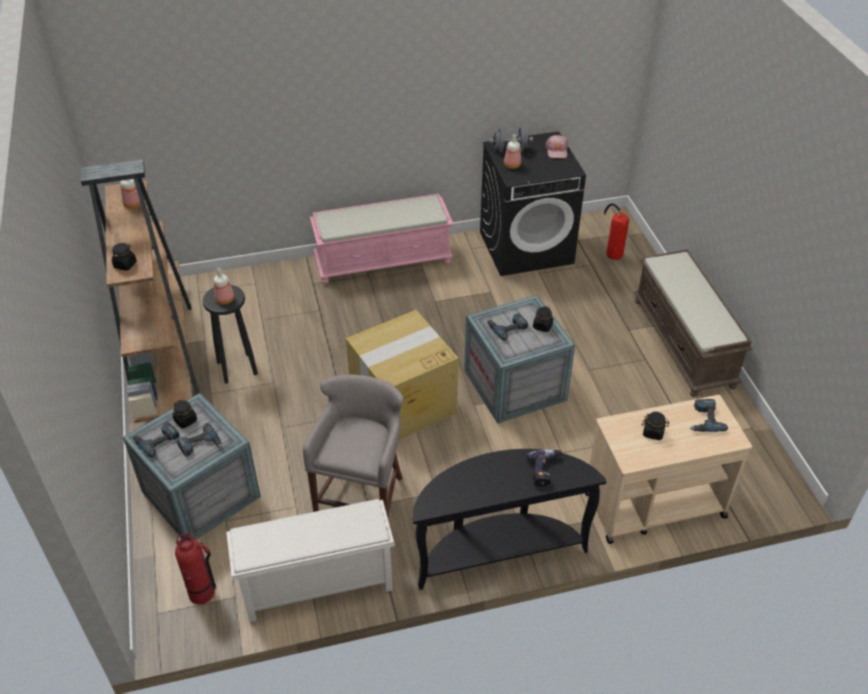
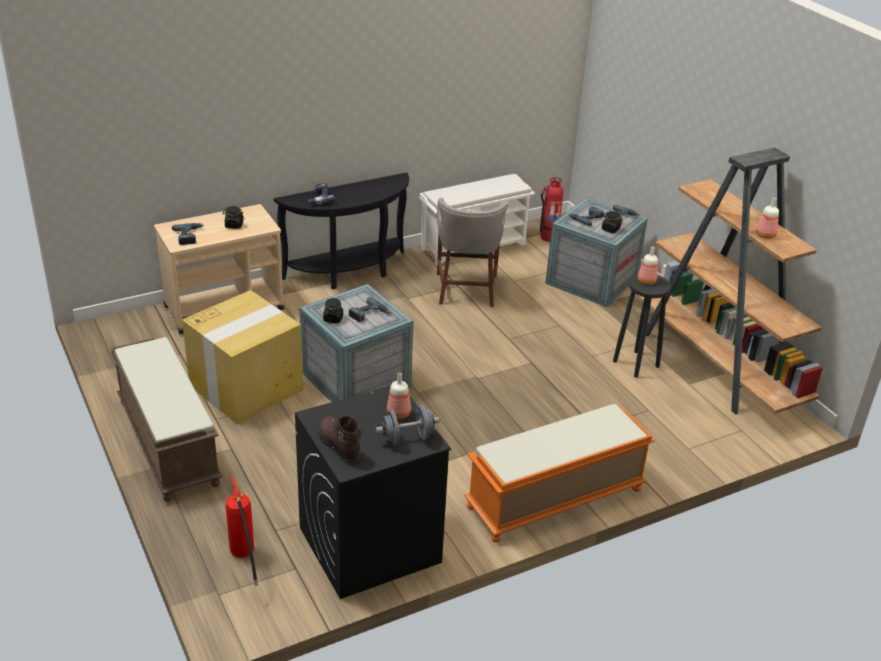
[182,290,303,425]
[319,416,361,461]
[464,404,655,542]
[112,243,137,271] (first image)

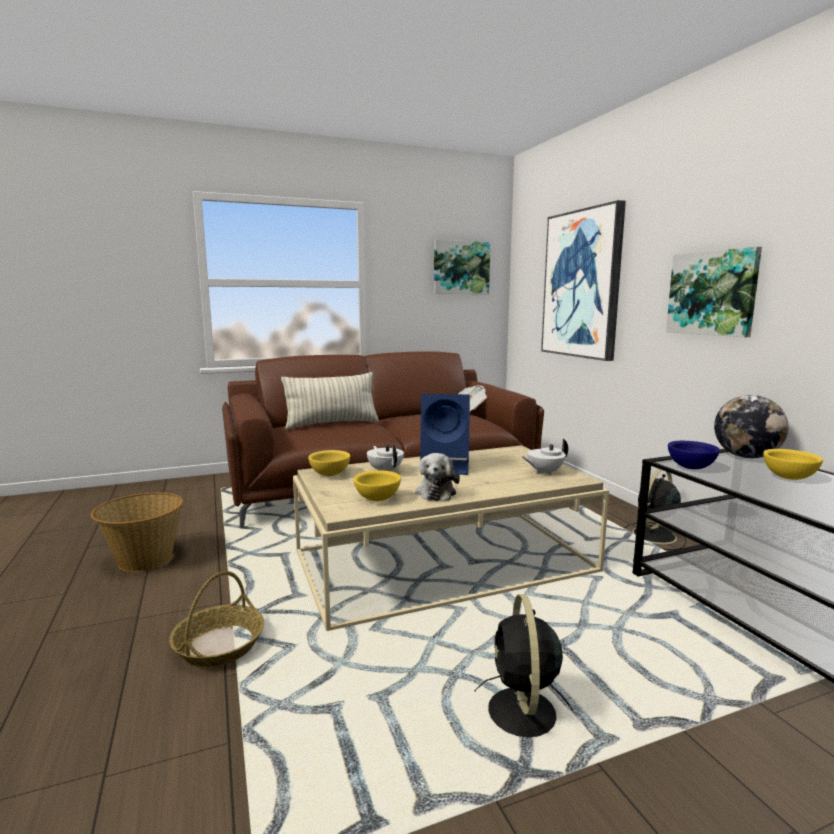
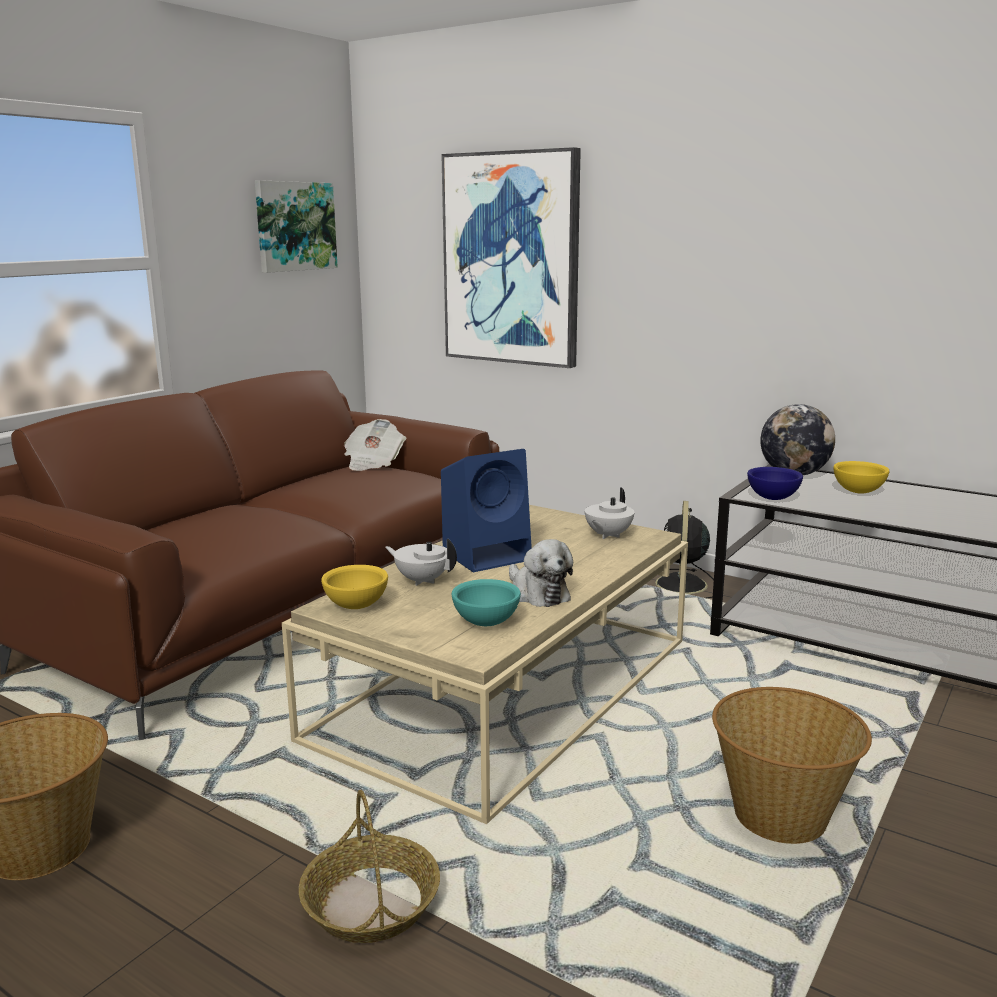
[452,579,521,626]
[712,687,872,844]
[281,372,379,430] (first image)
[666,247,762,337] (first image)

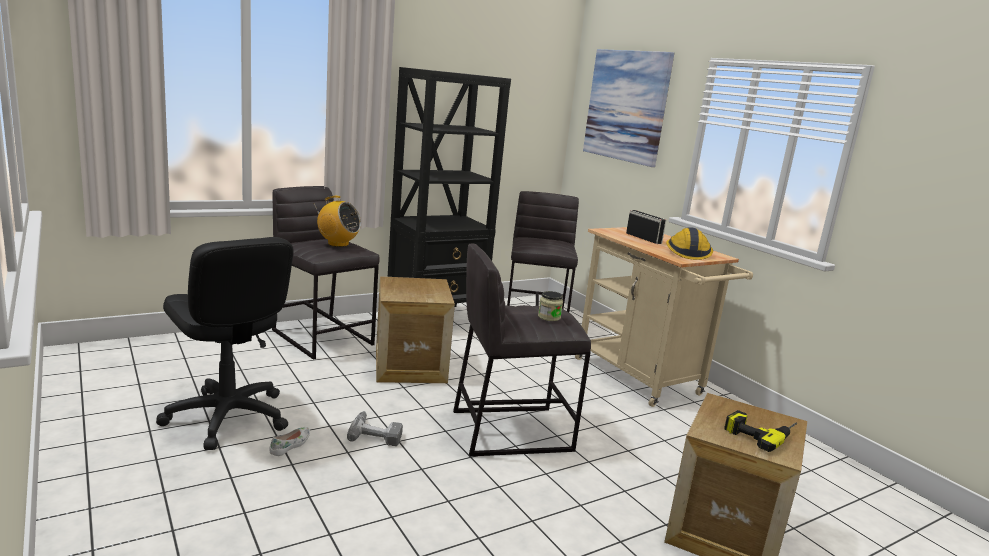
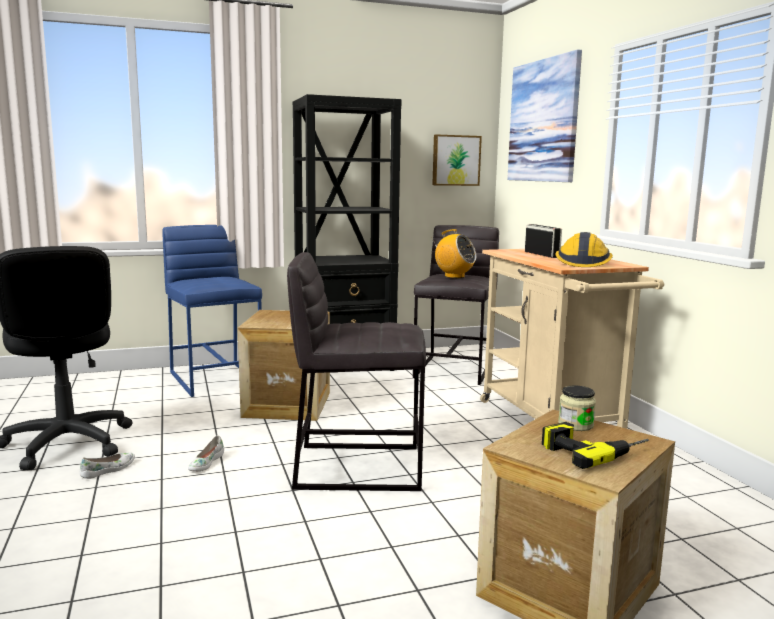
[162,225,262,397]
[188,435,224,472]
[432,134,482,186]
[432,229,476,278]
[558,385,596,431]

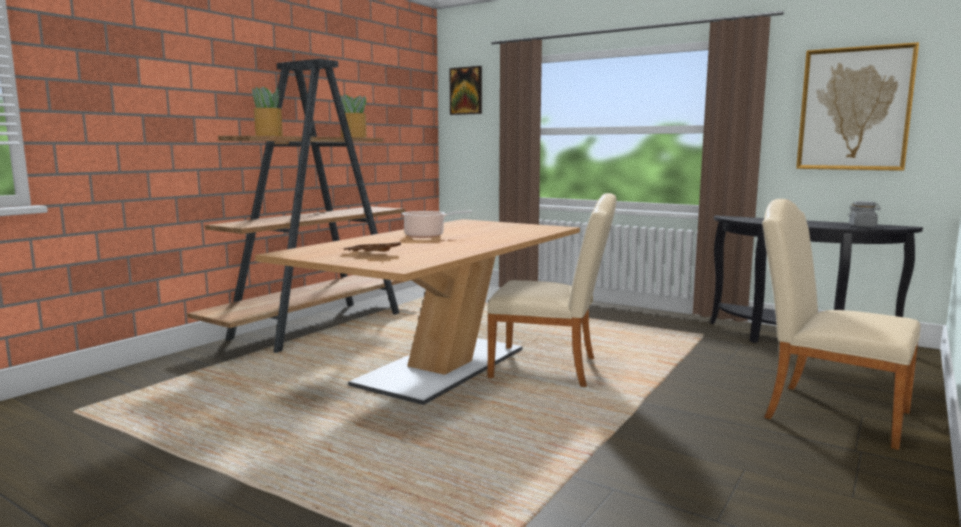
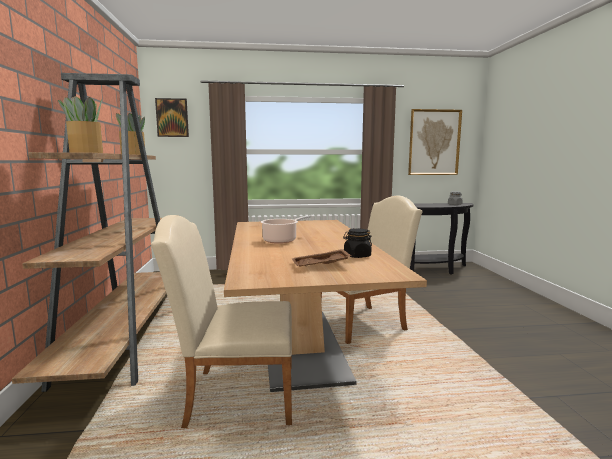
[151,215,292,428]
[343,228,372,258]

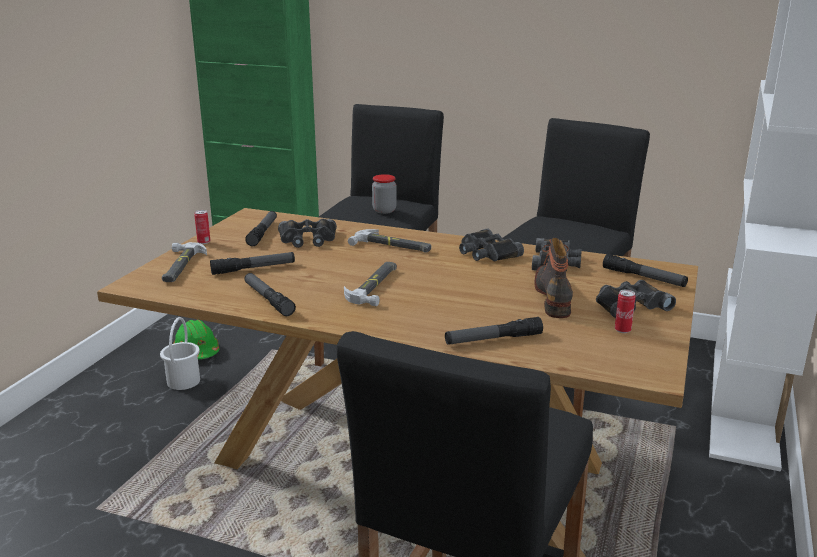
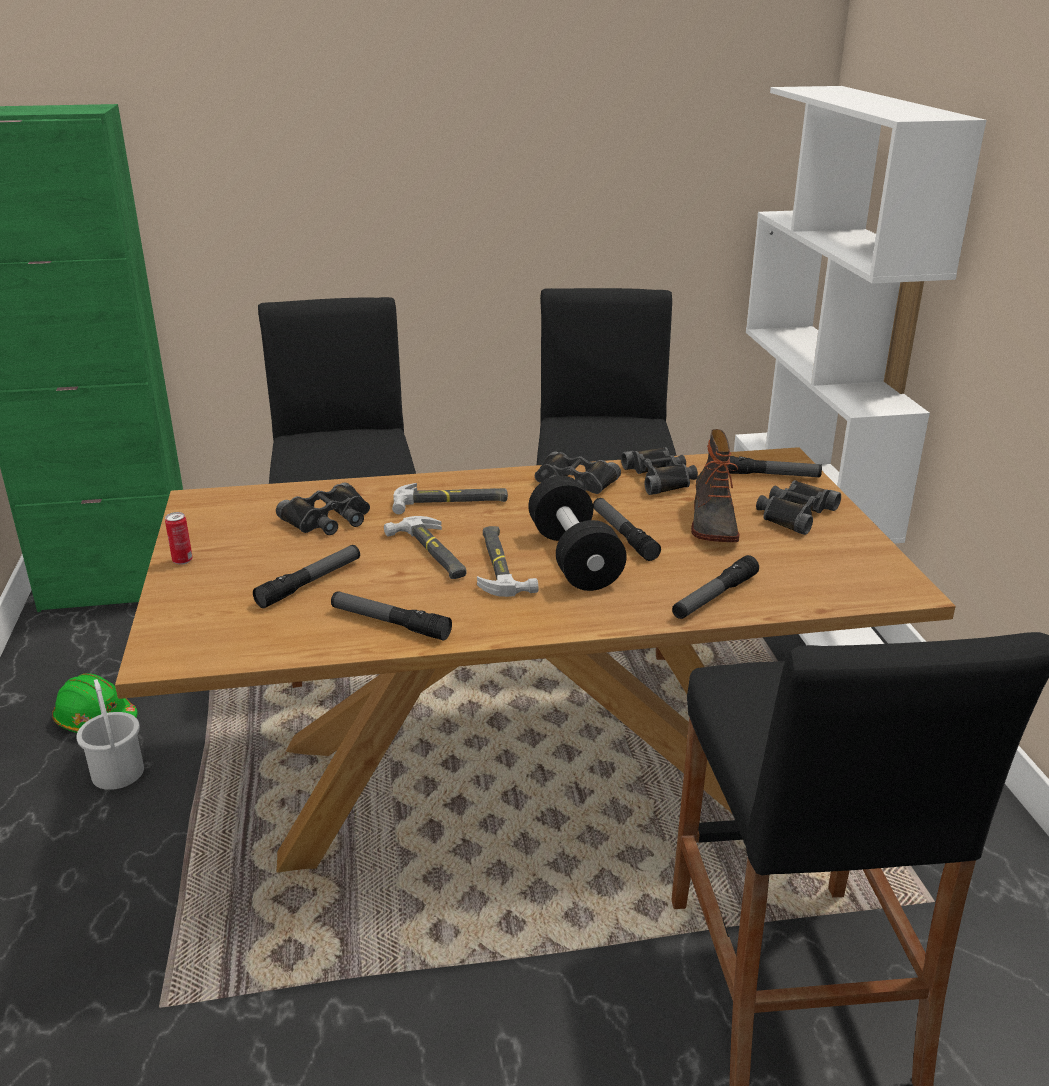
[384,516,467,579]
[528,476,627,591]
[593,498,661,561]
[691,429,739,542]
[372,174,397,214] (first image)
[615,290,636,333] (first image)

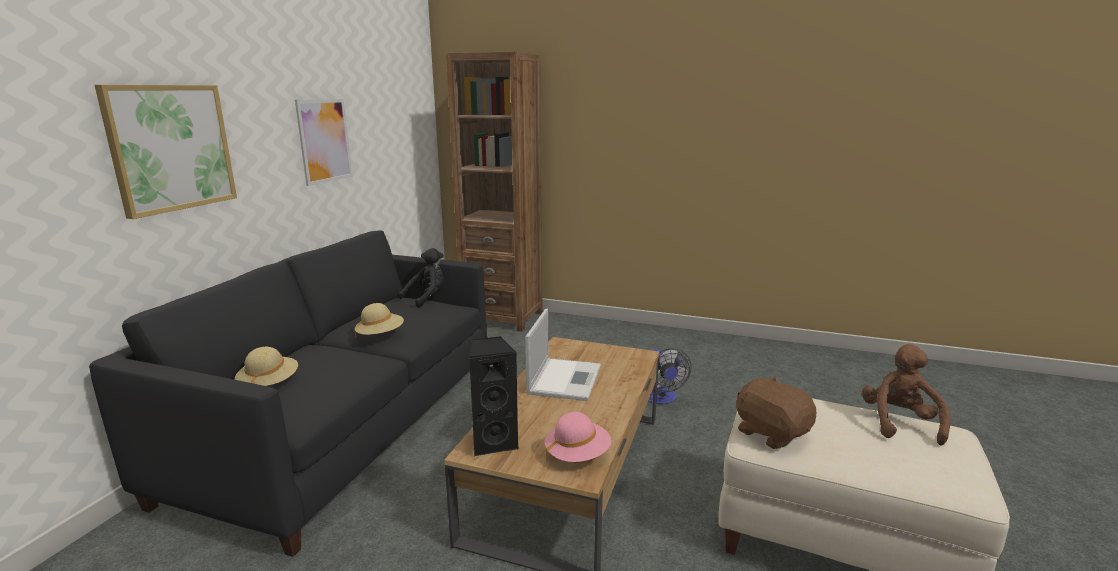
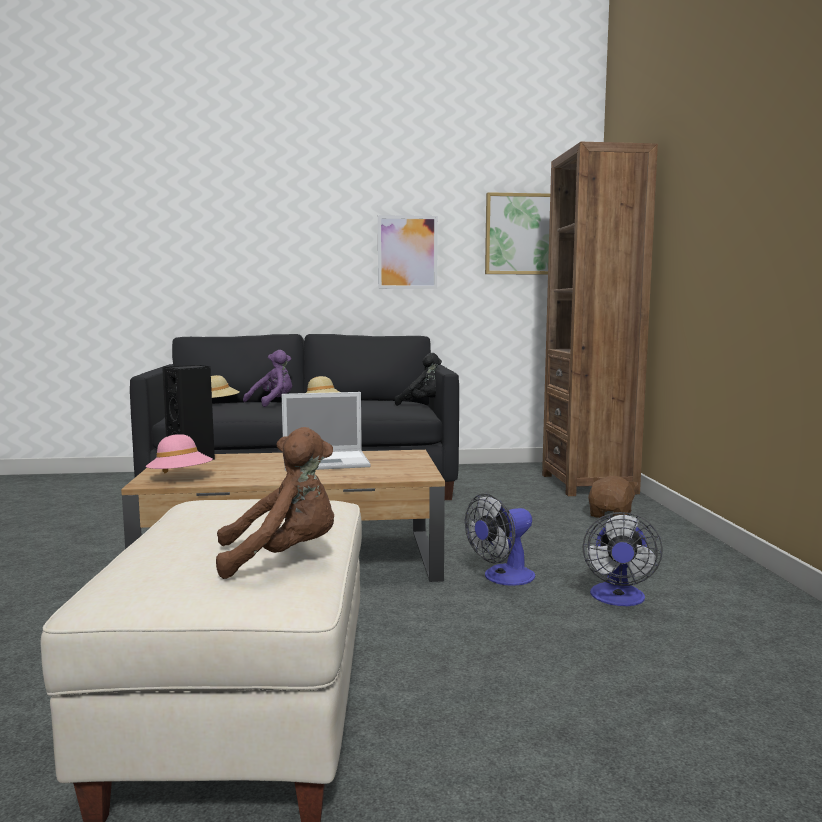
[243,350,292,407]
[485,192,550,275]
[583,512,663,606]
[588,476,638,518]

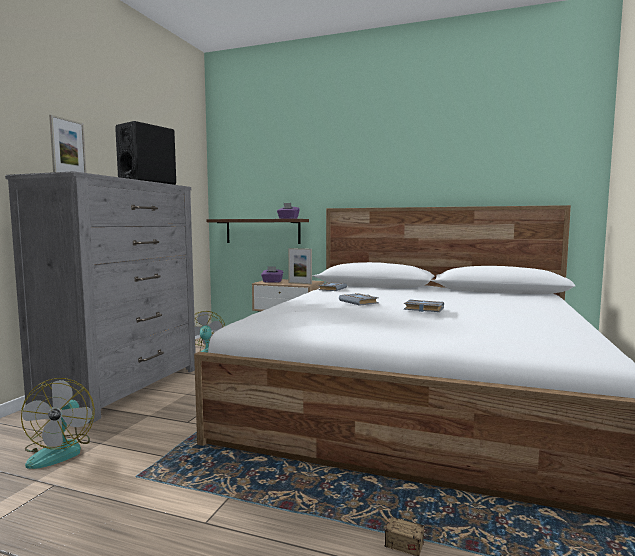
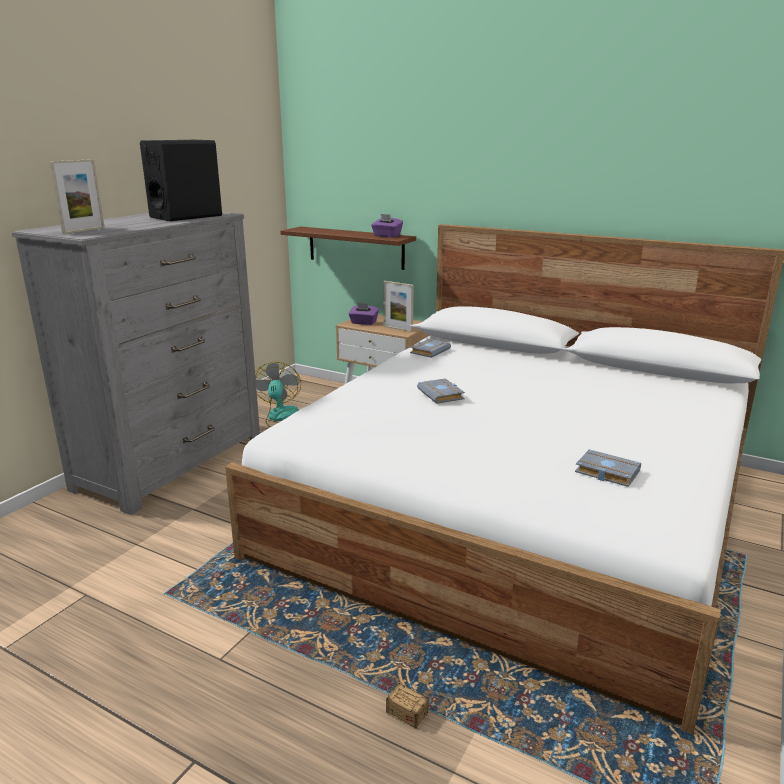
[575,449,641,487]
[21,378,95,469] (first image)

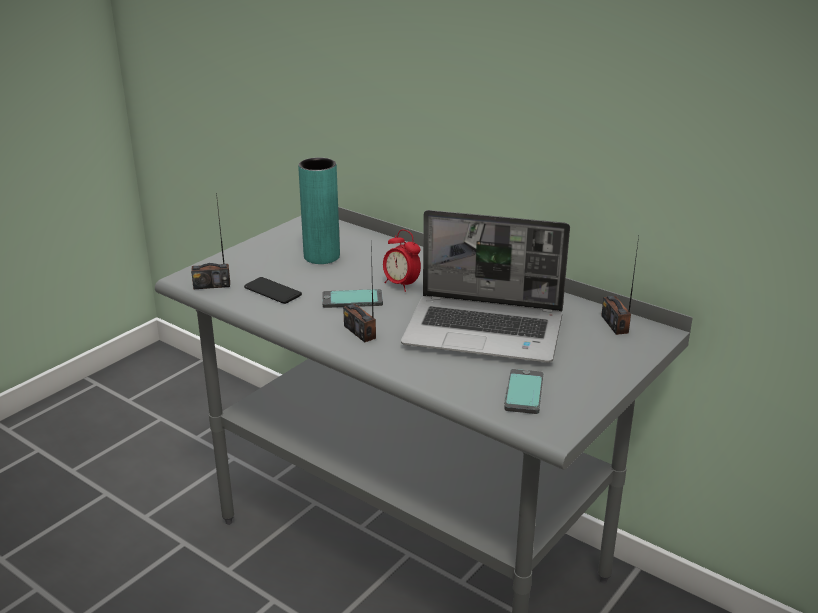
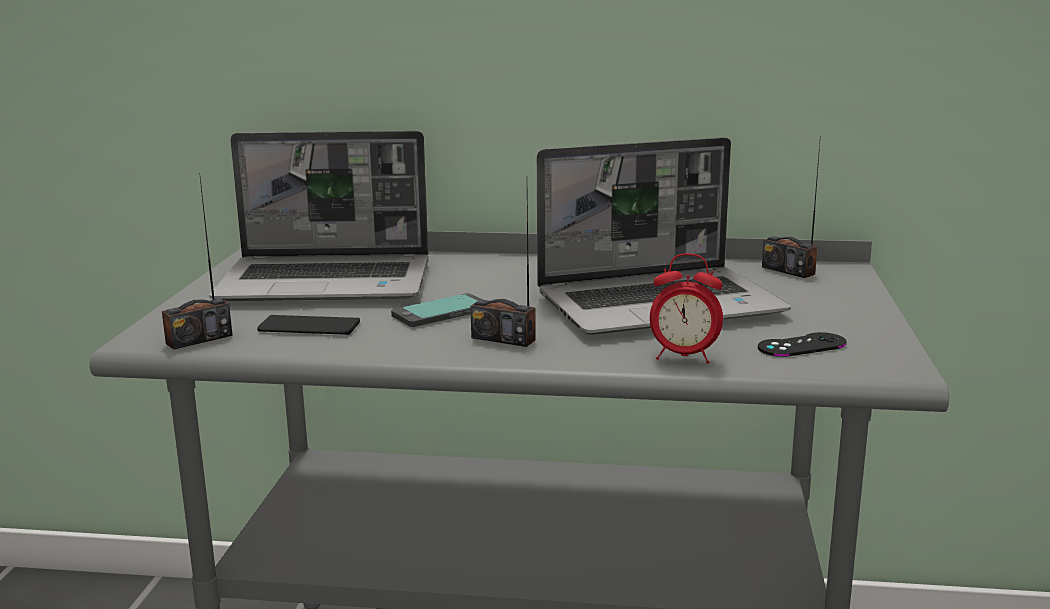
[209,131,428,301]
[650,253,723,364]
[758,332,847,357]

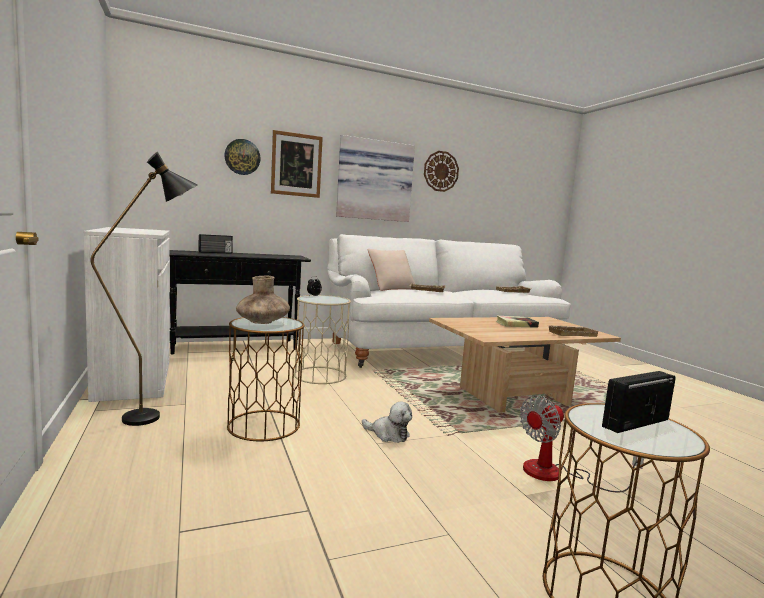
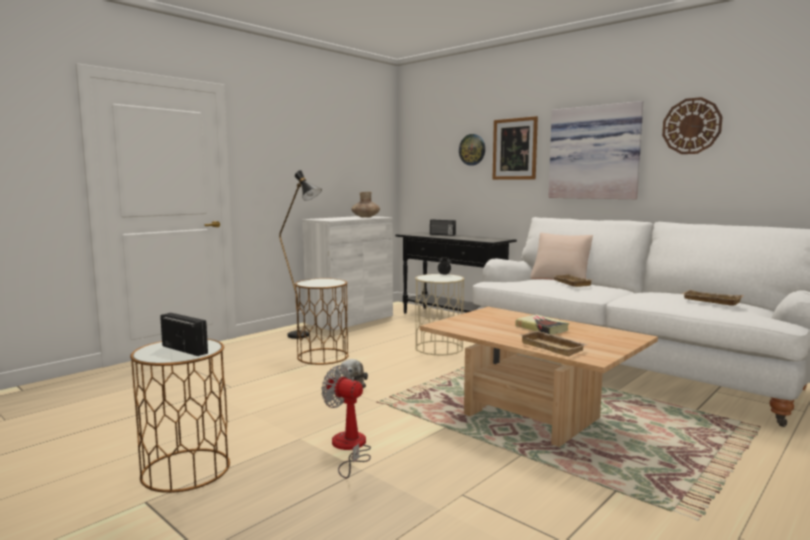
[351,192,380,218]

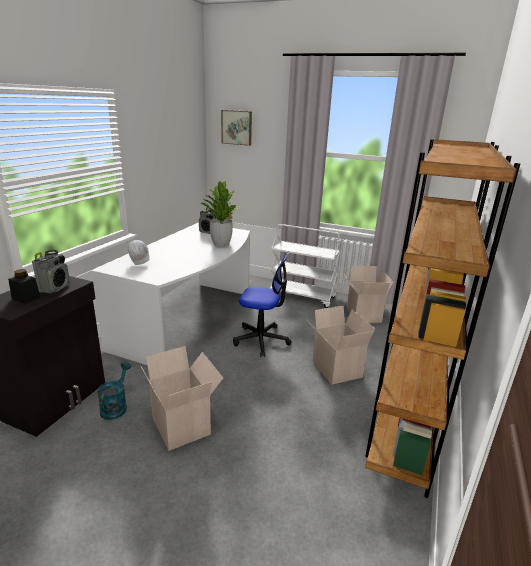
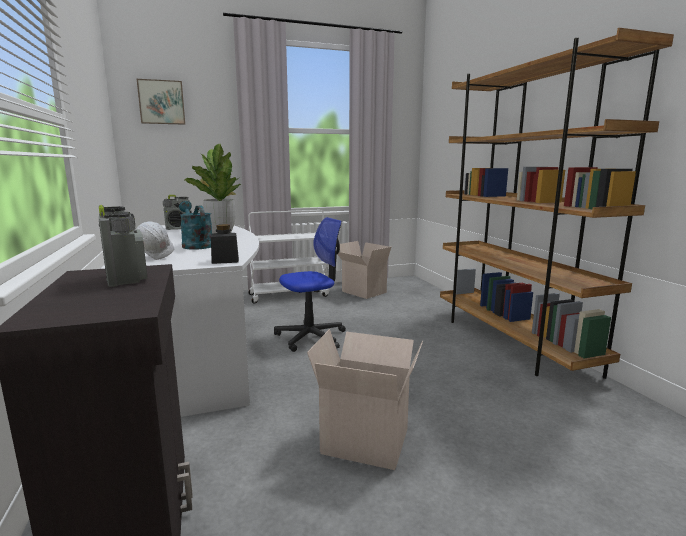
[179,201,212,250]
[211,224,239,264]
[312,306,375,385] (first image)

